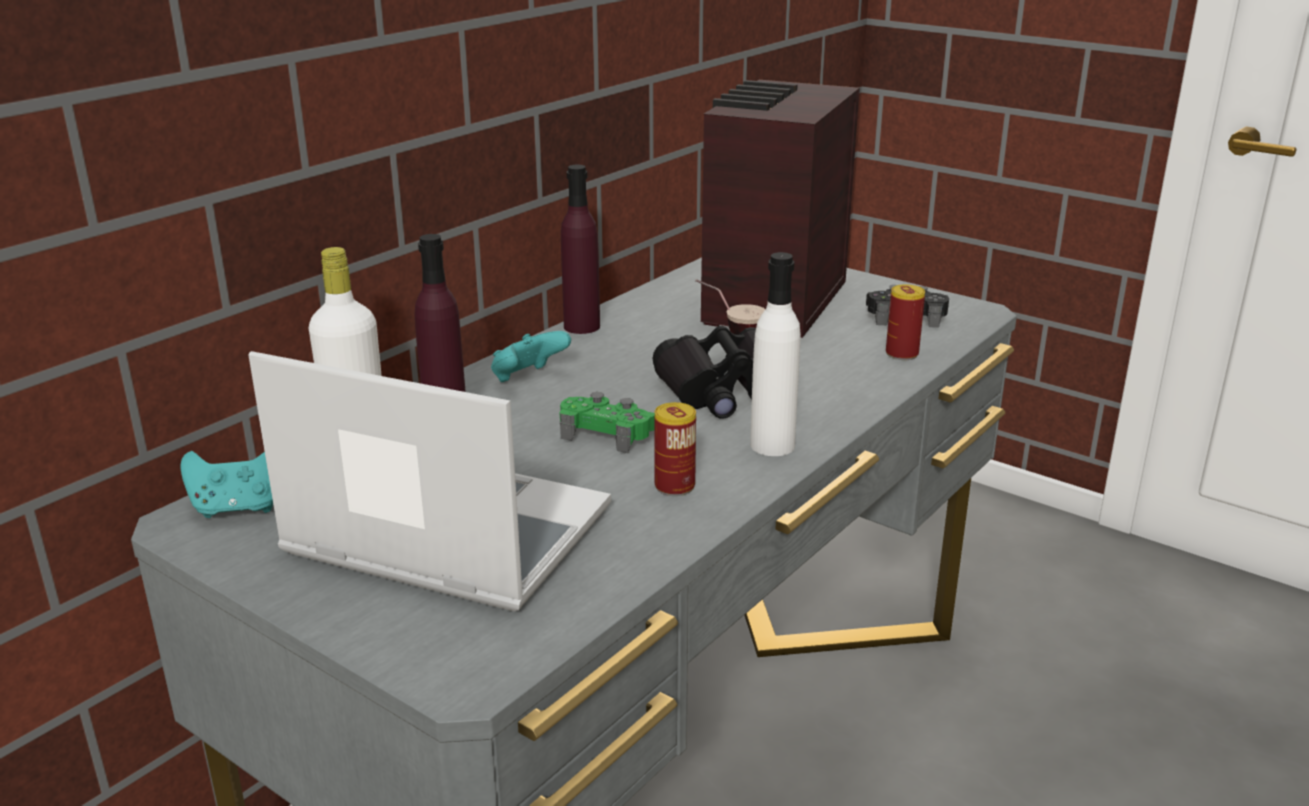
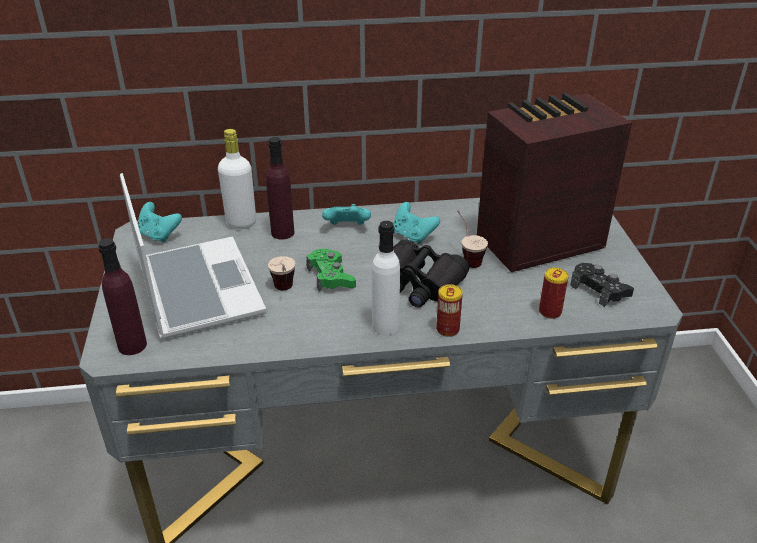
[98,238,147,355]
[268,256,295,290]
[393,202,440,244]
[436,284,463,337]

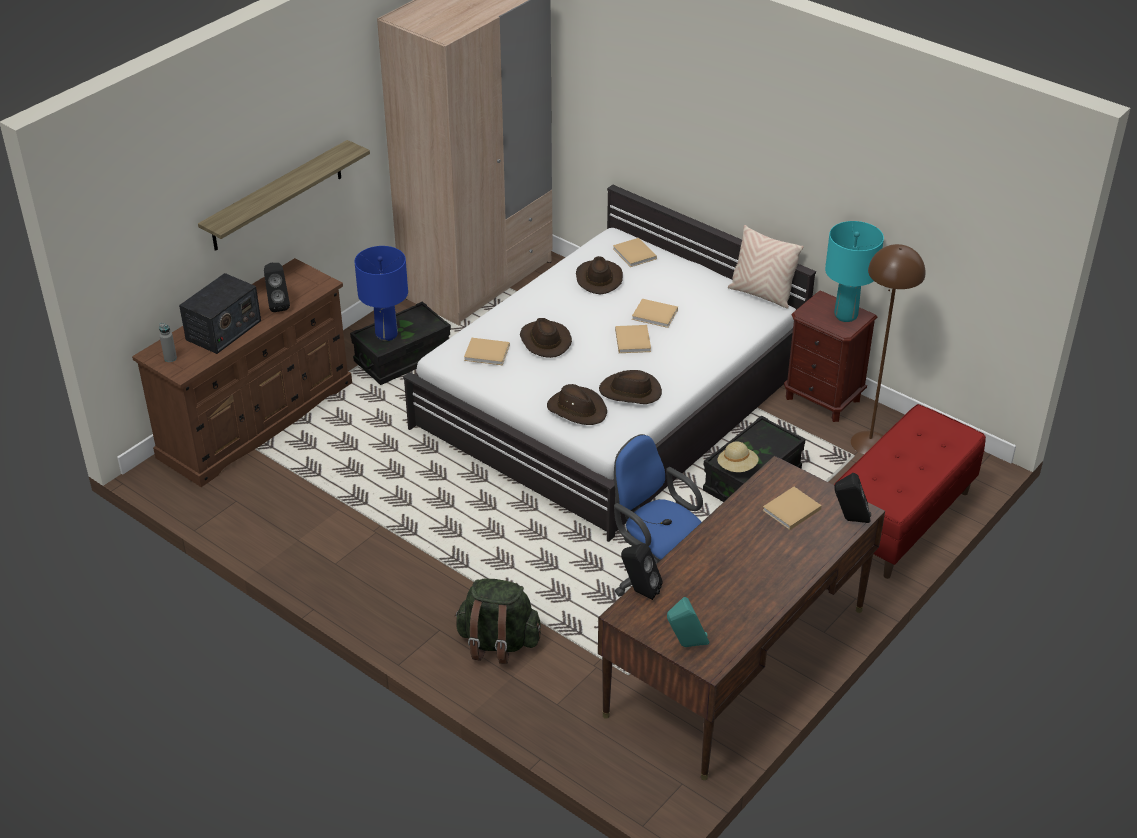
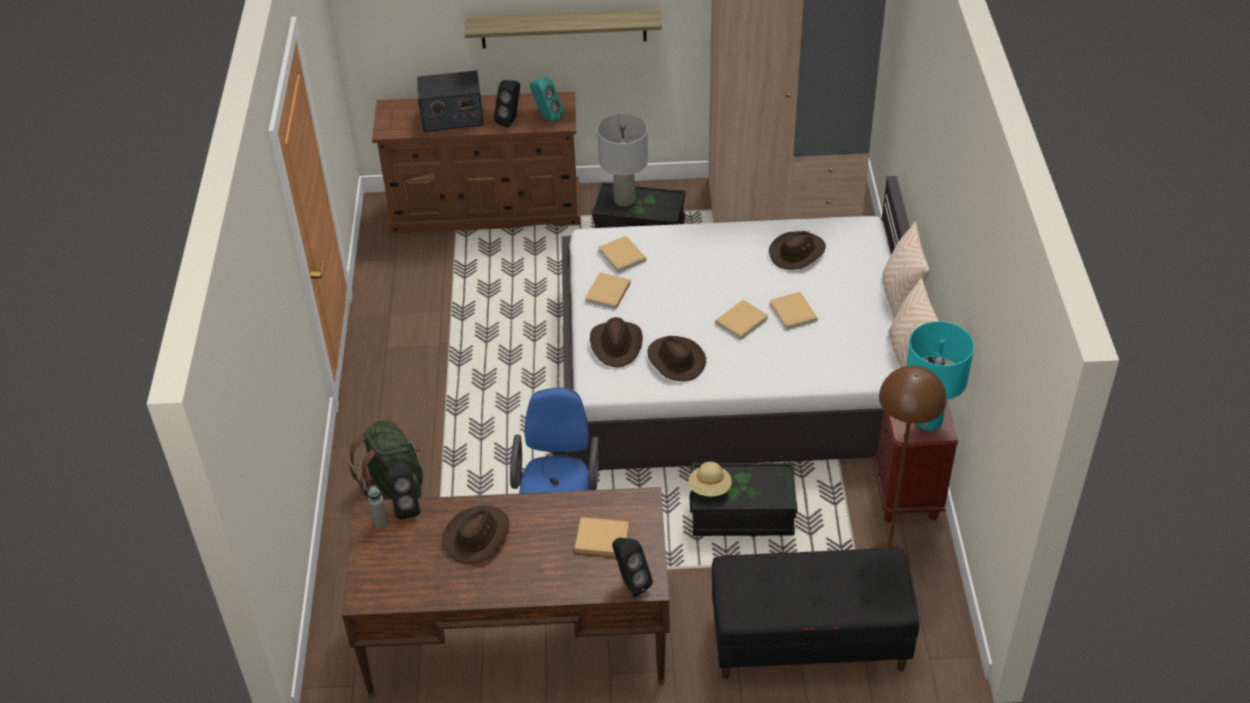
[368,486,388,527]
[442,505,509,564]
[530,76,564,123]
[585,273,631,309]
[597,114,648,207]
[712,548,919,679]
[883,221,930,317]

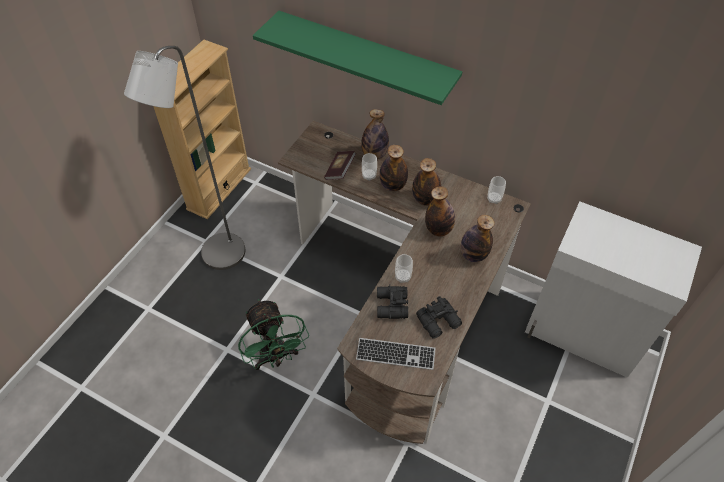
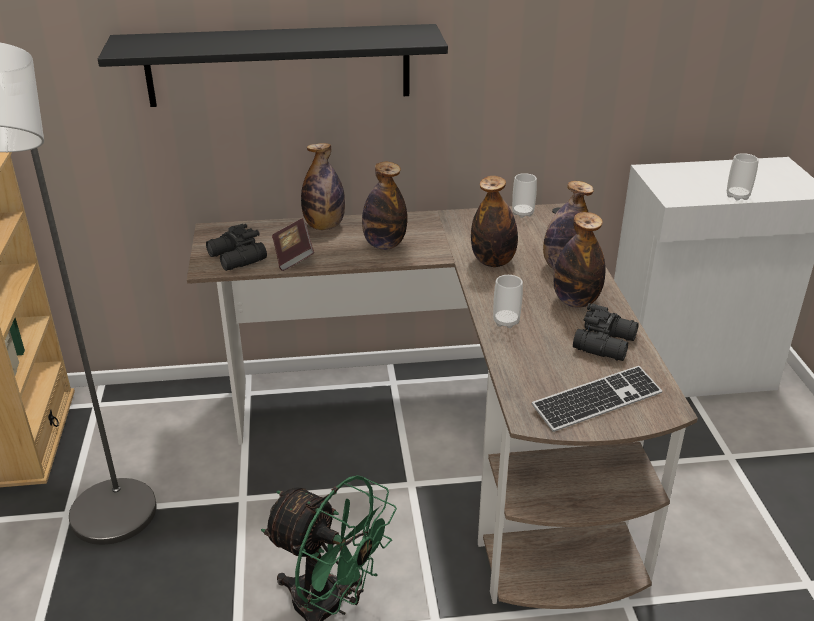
[98,24,448,107]
[206,224,267,271]
[554,212,606,308]
[727,153,759,201]

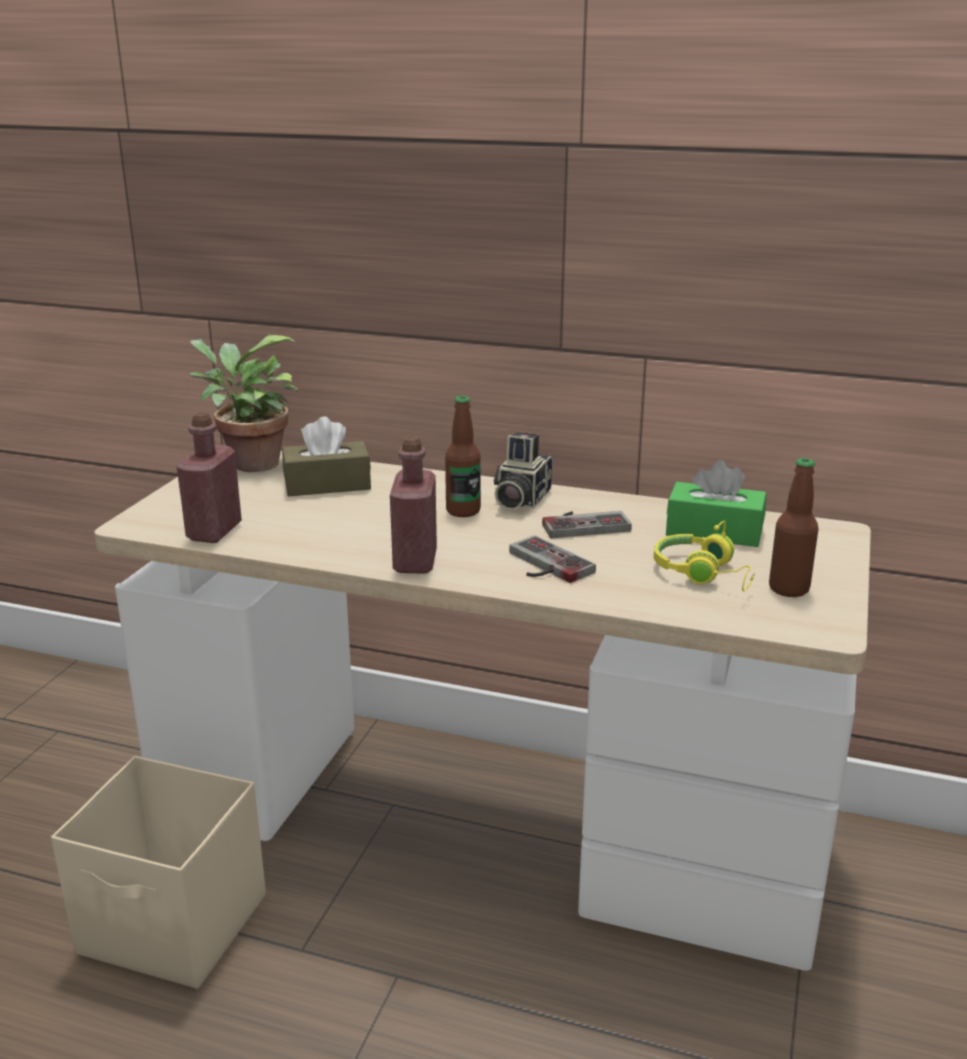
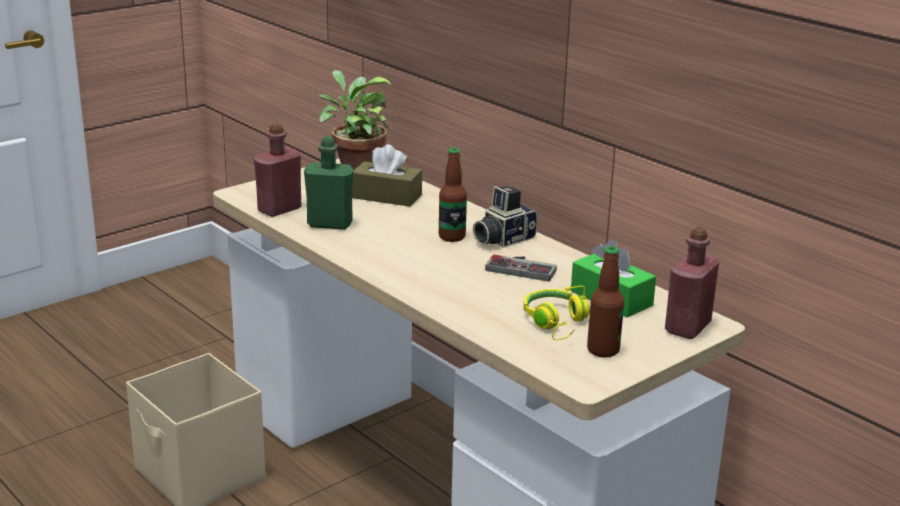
[304,136,354,230]
[665,227,719,339]
[509,536,596,583] (first image)

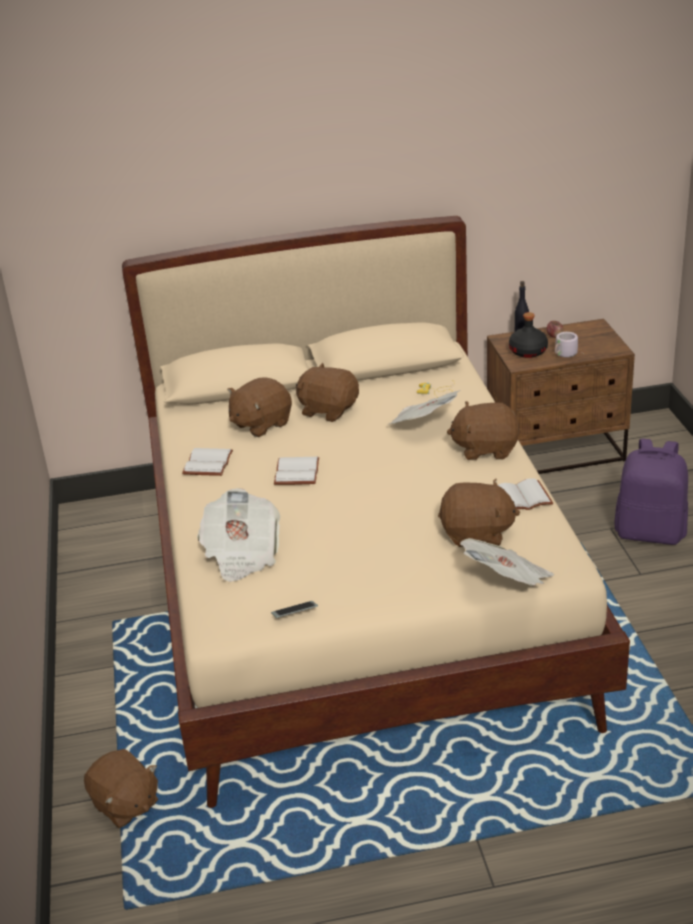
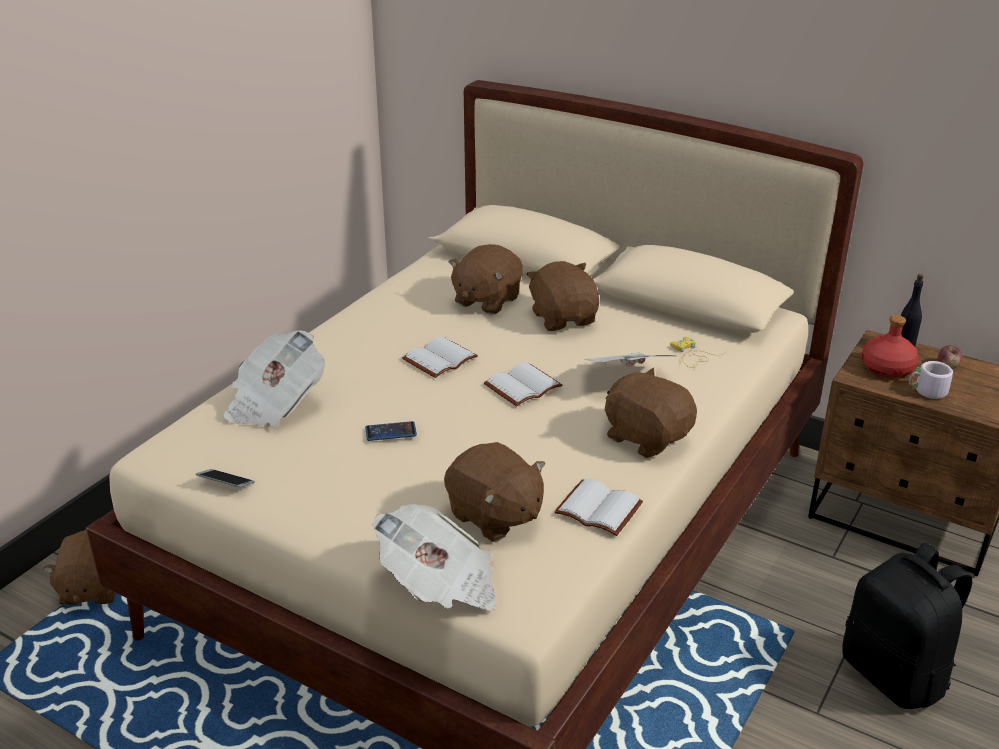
[365,421,417,441]
[449,244,523,315]
[484,362,562,406]
[842,543,972,709]
[862,315,919,378]

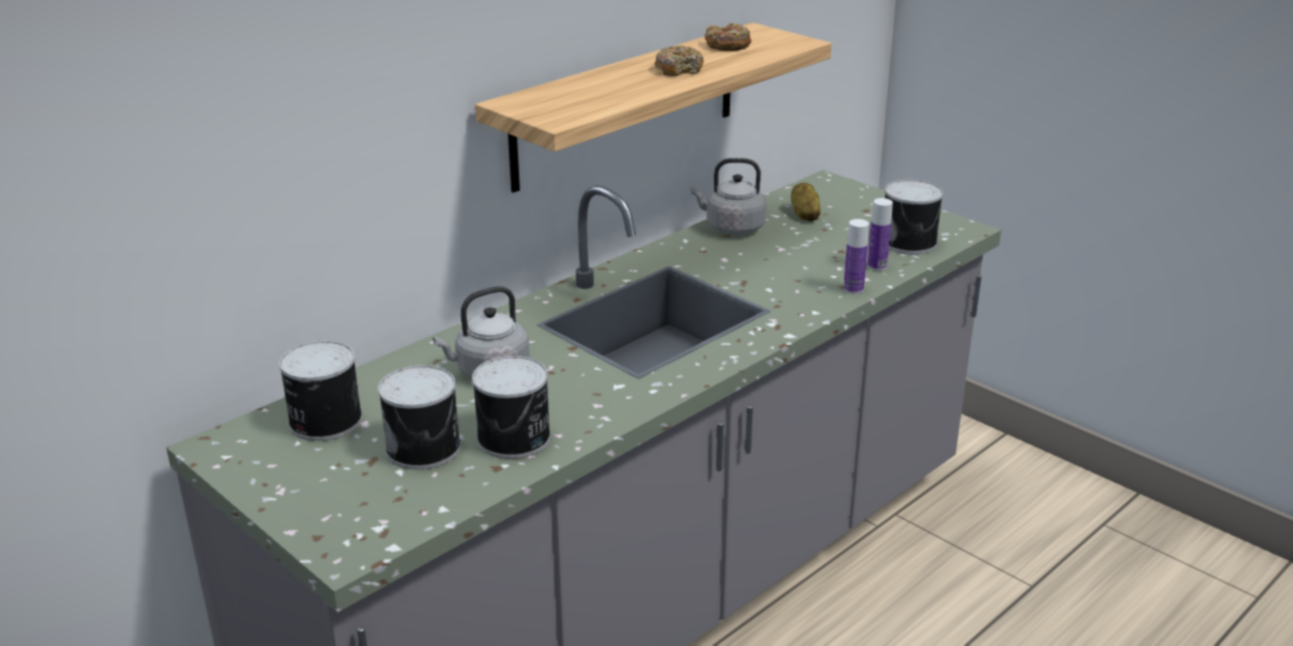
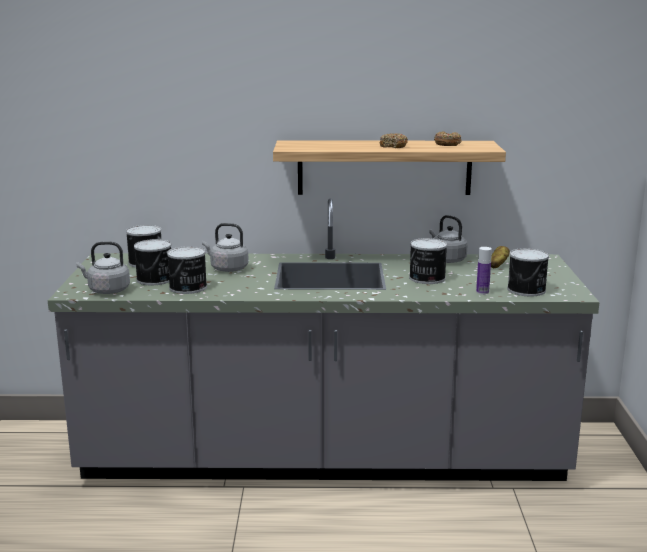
[77,241,130,294]
[409,238,447,284]
[843,219,869,294] (first image)

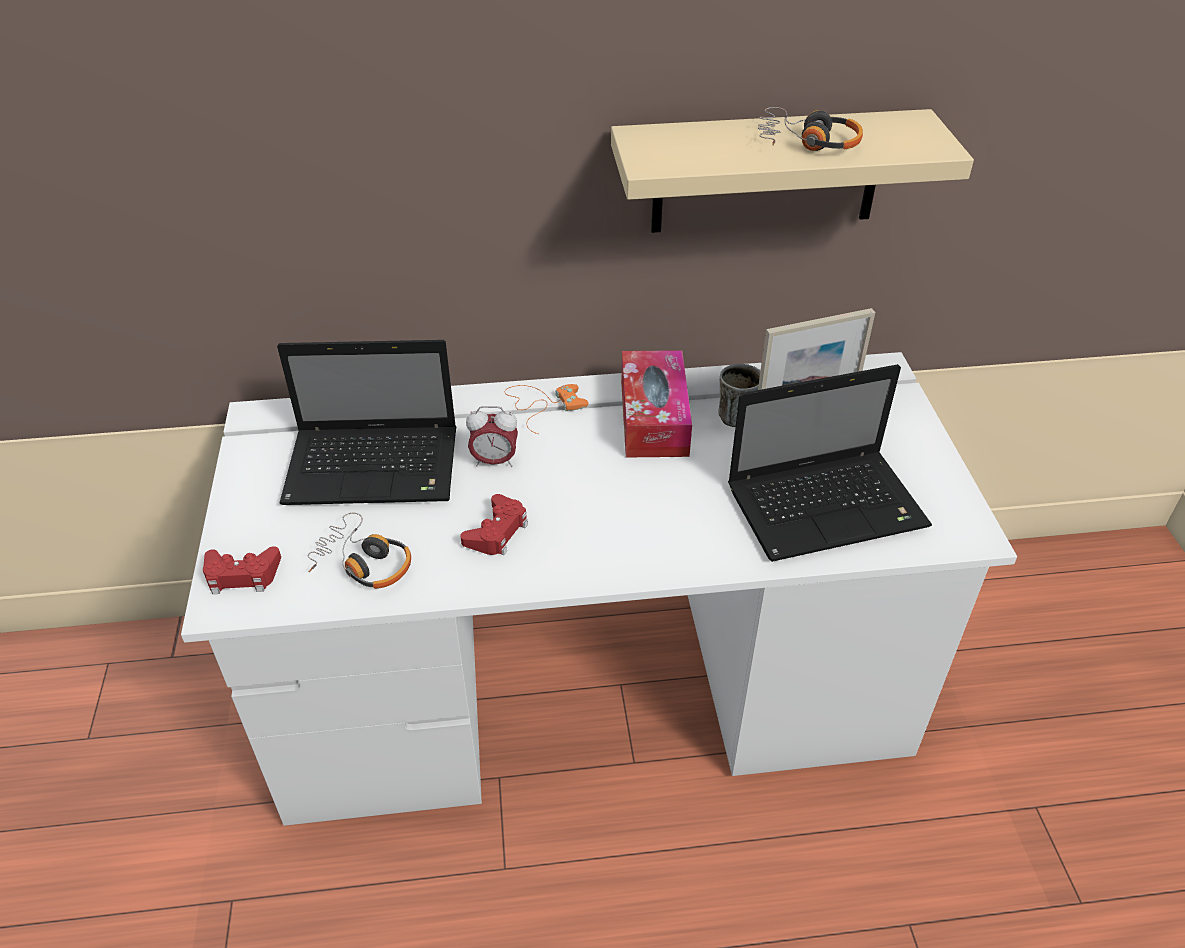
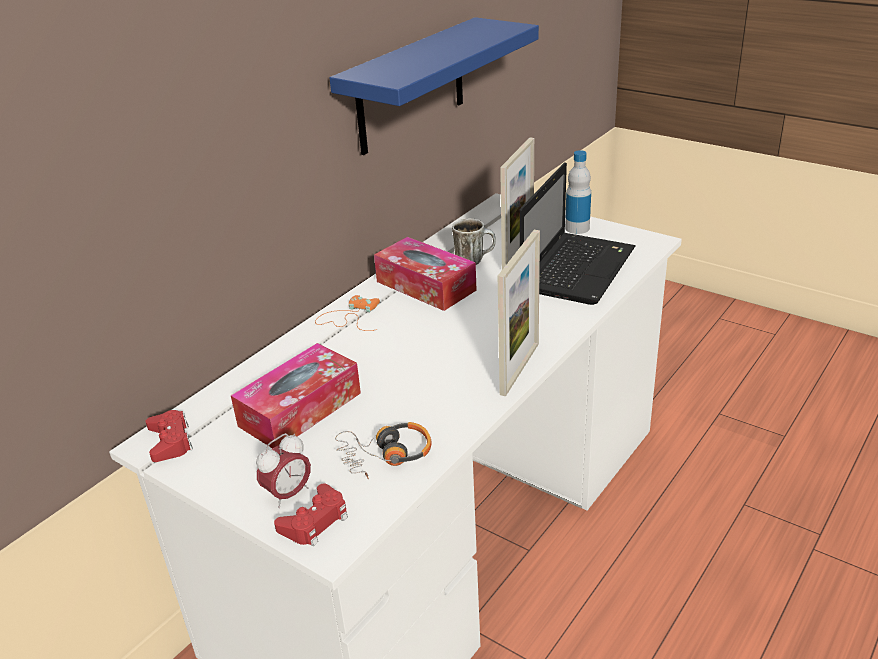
[145,410,193,462]
[231,343,361,448]
[256,433,311,508]
[329,17,539,155]
[498,230,540,396]
[565,150,591,234]
[758,107,863,151] (first image)

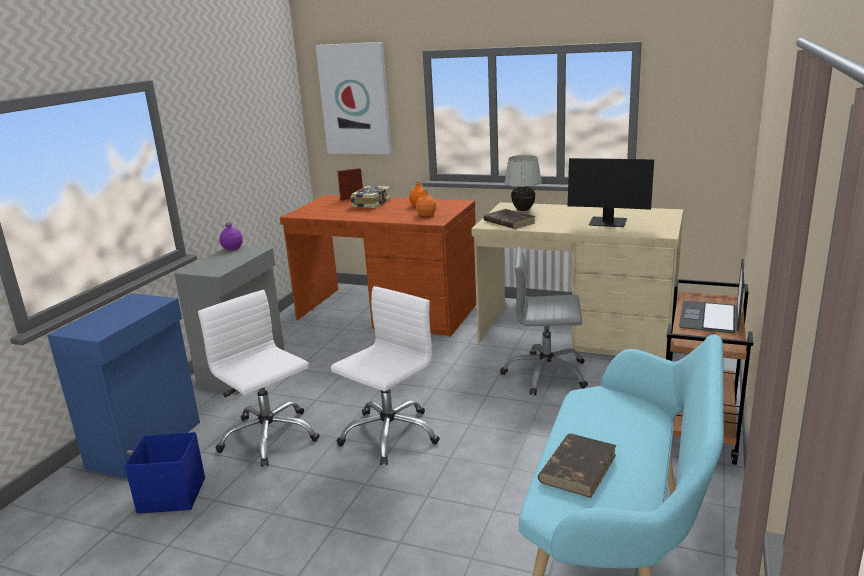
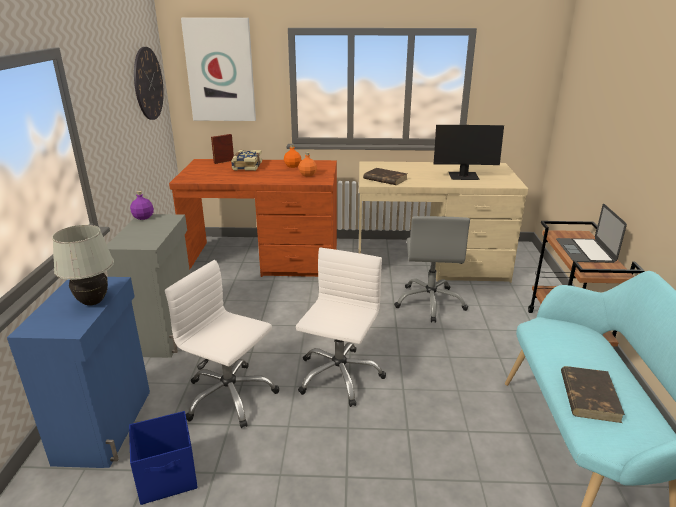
[52,225,114,305]
[134,47,164,120]
[394,216,470,323]

